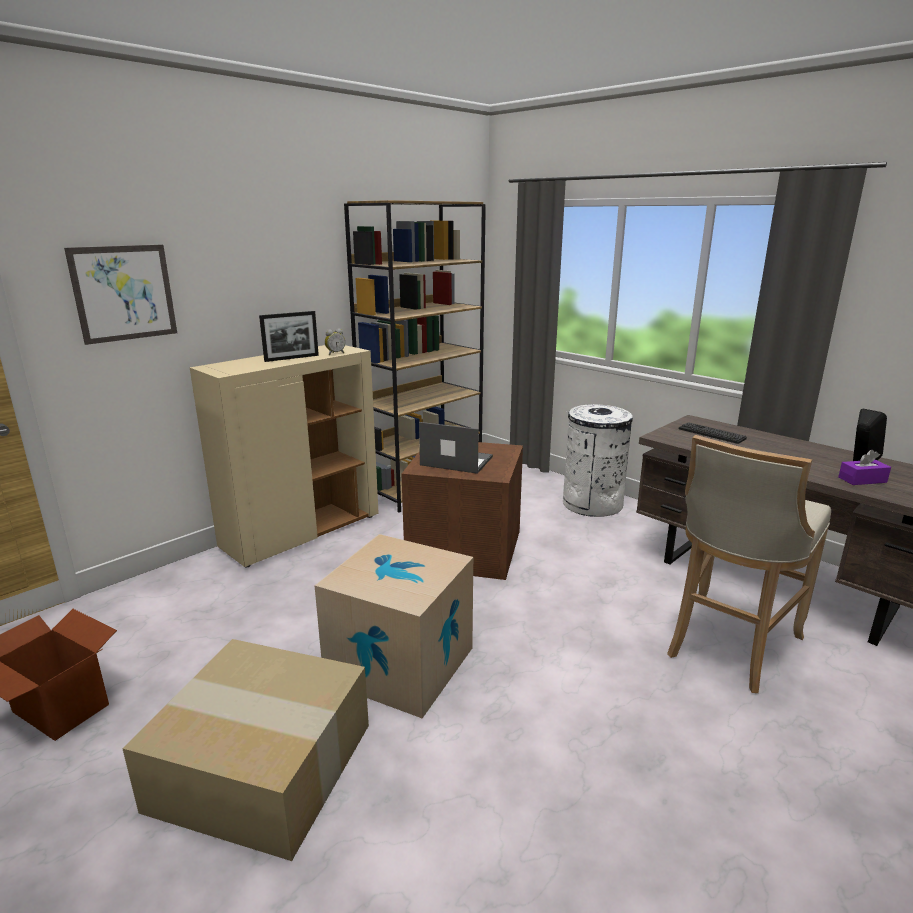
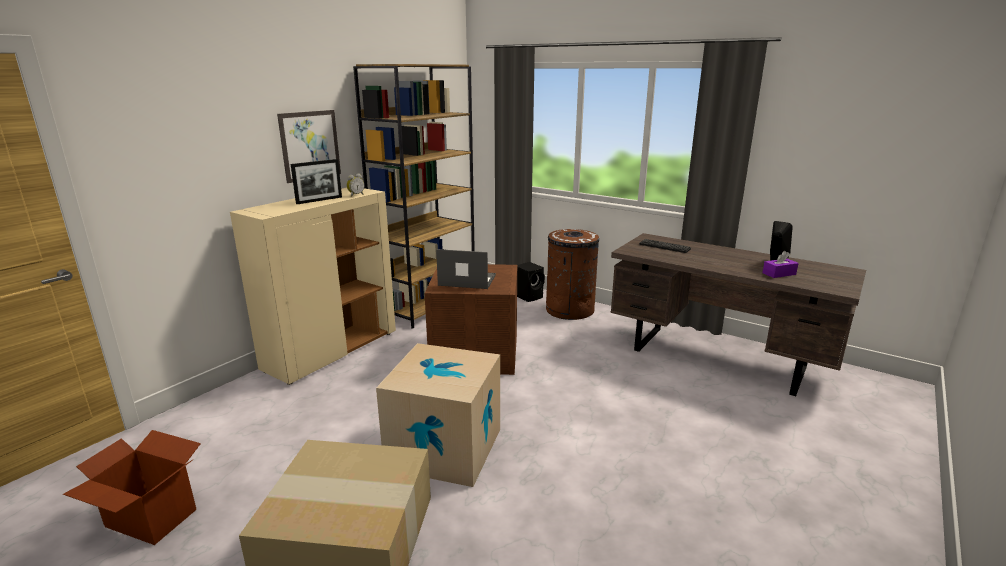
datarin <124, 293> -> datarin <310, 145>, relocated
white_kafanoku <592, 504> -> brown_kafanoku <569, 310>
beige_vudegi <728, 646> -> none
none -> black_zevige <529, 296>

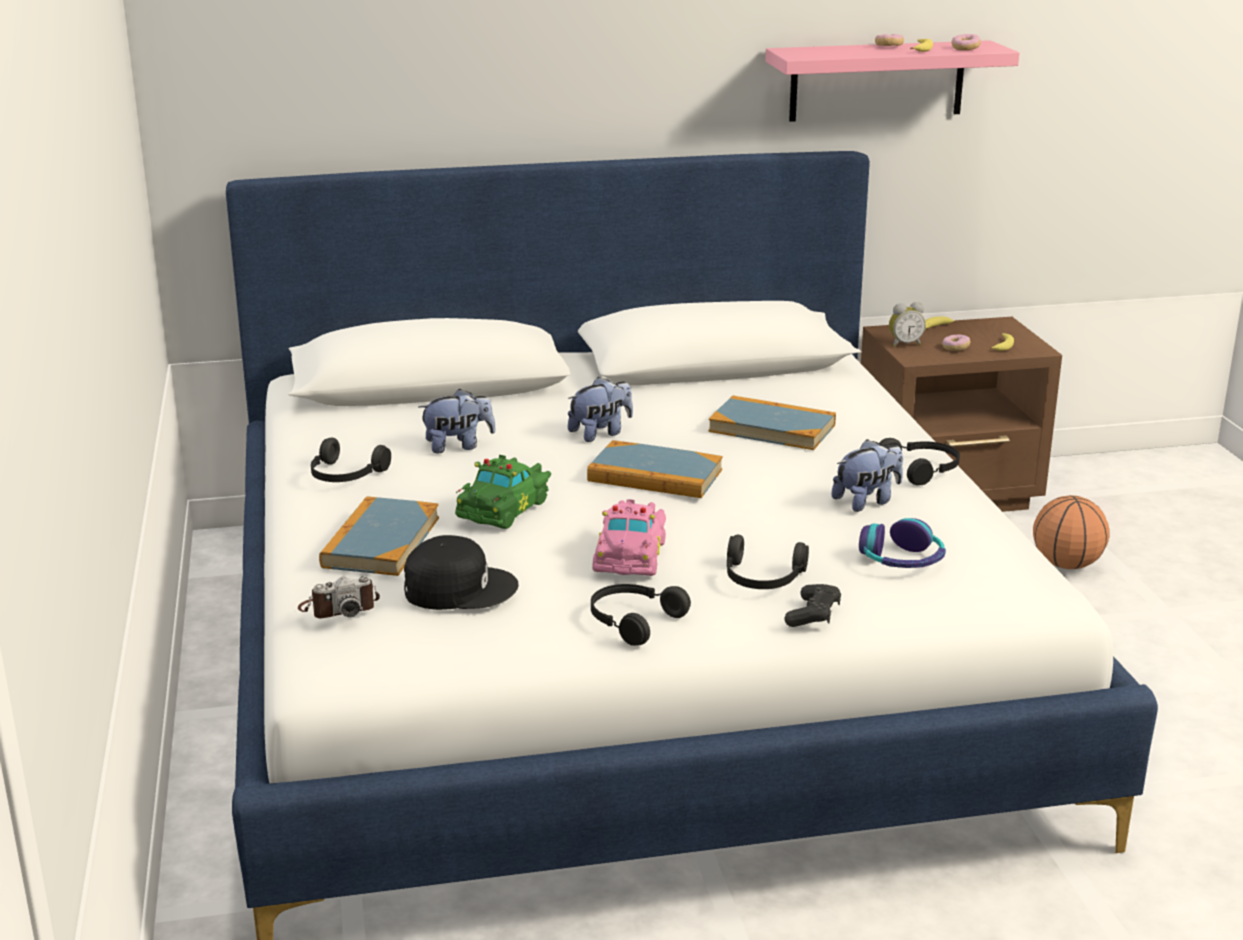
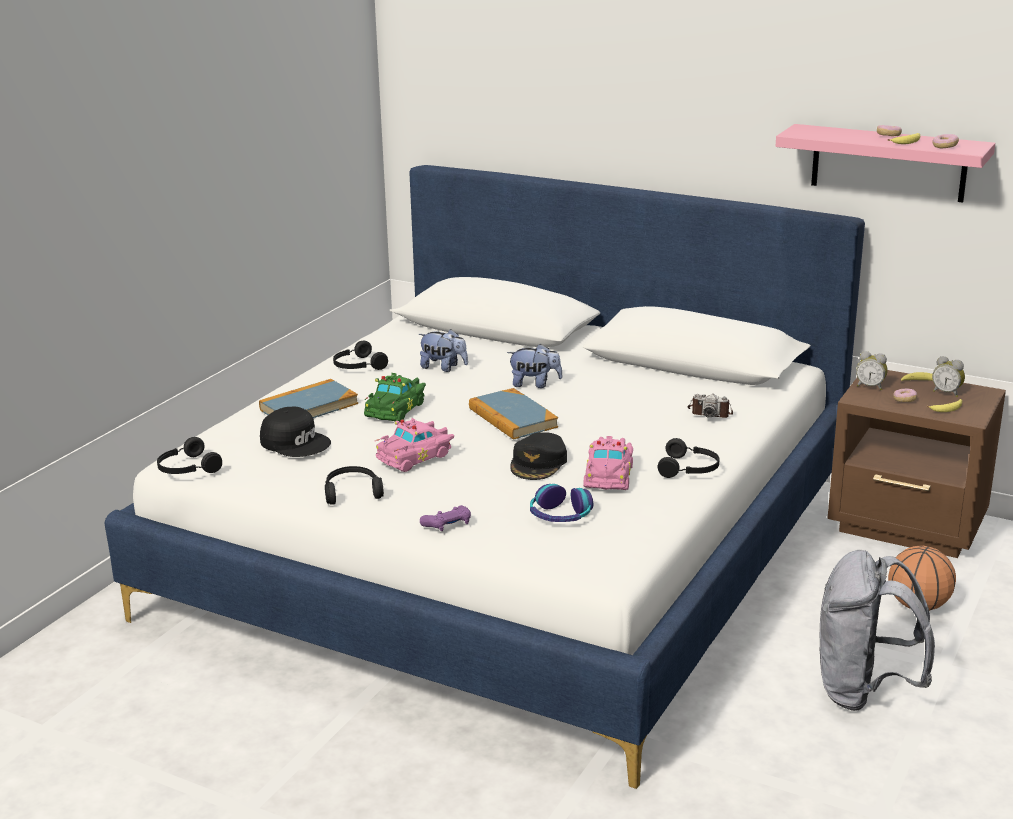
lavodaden <339, 608> -> lavodaden <710, 413>, relocated
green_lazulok <505, 508> -> green_lazulok <396, 409>, 45 degrees counterclockwise
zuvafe <772, 428> -> none
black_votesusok <762, 579> -> black_votesusok <187, 469>, relocated
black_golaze <813, 615> -> purple_golaze <447, 525>
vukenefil <867, 501> -> pink_lazulok <609, 475>
none -> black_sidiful <539, 463>
none -> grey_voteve <864, 691>
none -> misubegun <947, 393>

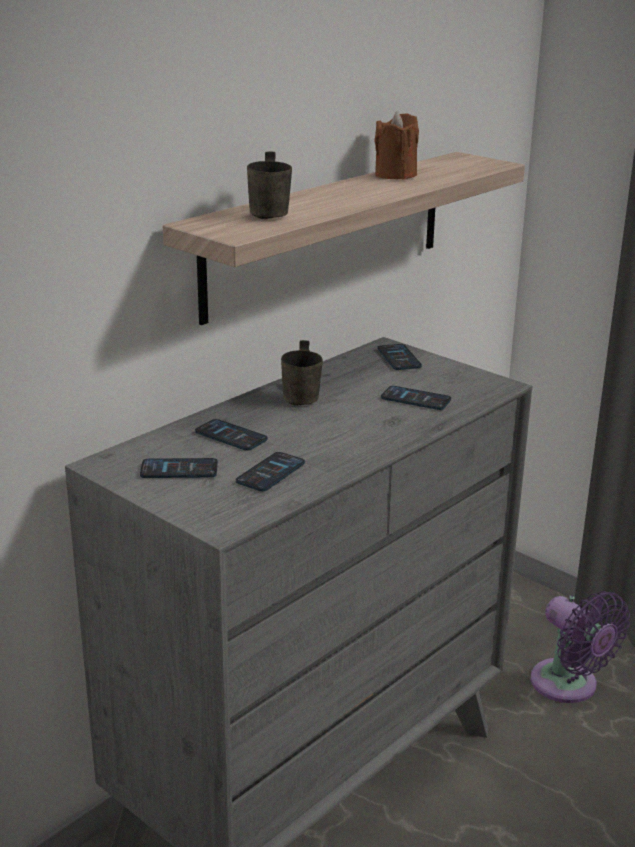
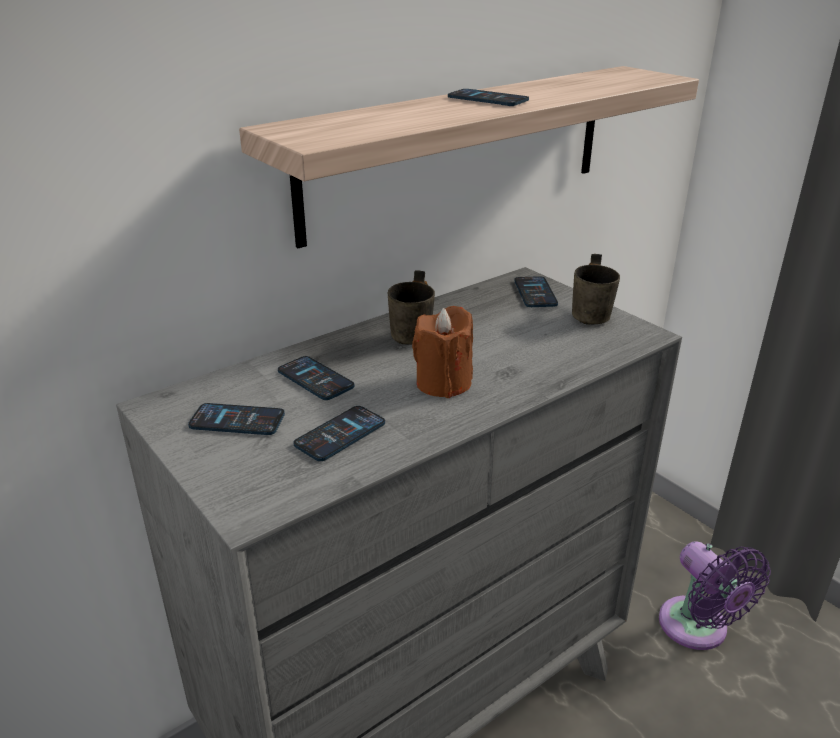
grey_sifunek <274, 213> -> grey_sifunek <595, 314>, relocated
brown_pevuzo <395, 175> -> brown_pevuzo <443, 383>, relocated
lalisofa <415, 399> -> lalisofa <487, 99>, relocated

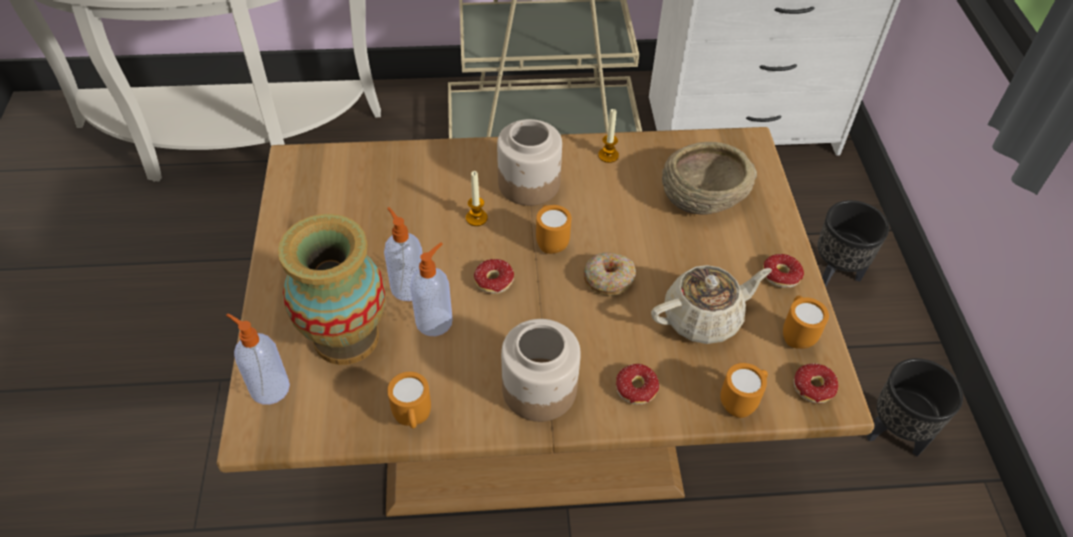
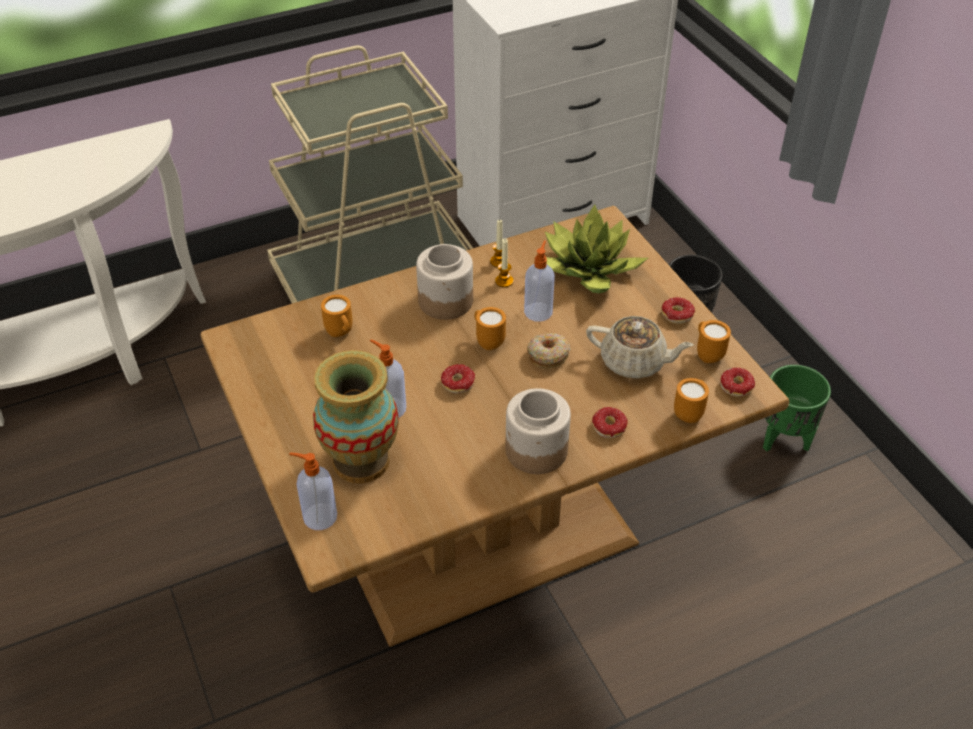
orange_sifunek <413, 420> -> orange_sifunek <341, 334>, relocated
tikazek <435, 321> -> tikazek <538, 311>, relocated
pevuzo <476, 218> -> pevuzo <504, 281>, relocated
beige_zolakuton <703, 318> -> beige_zolakuton <634, 362>, 60 degrees clockwise
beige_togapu <703, 193> -> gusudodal <589, 270>
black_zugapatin <894, 433> -> green_zugapatin <784, 439>

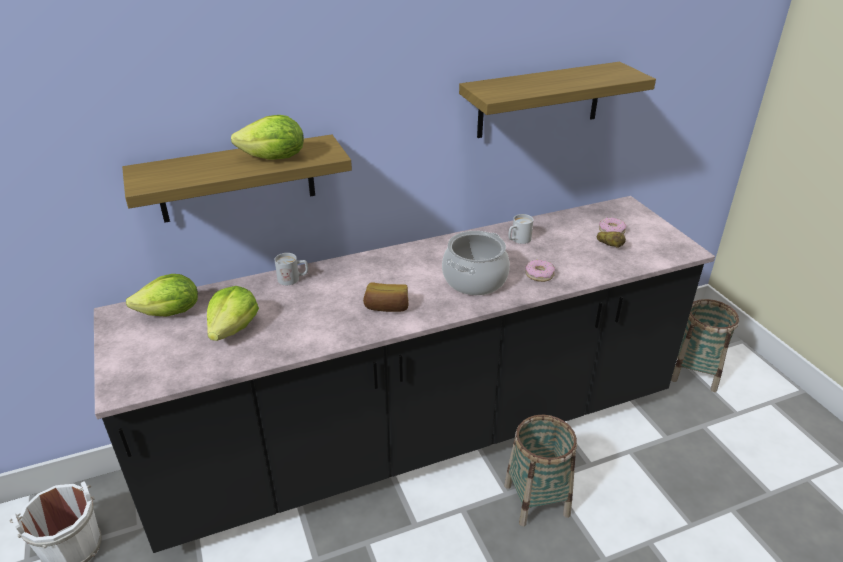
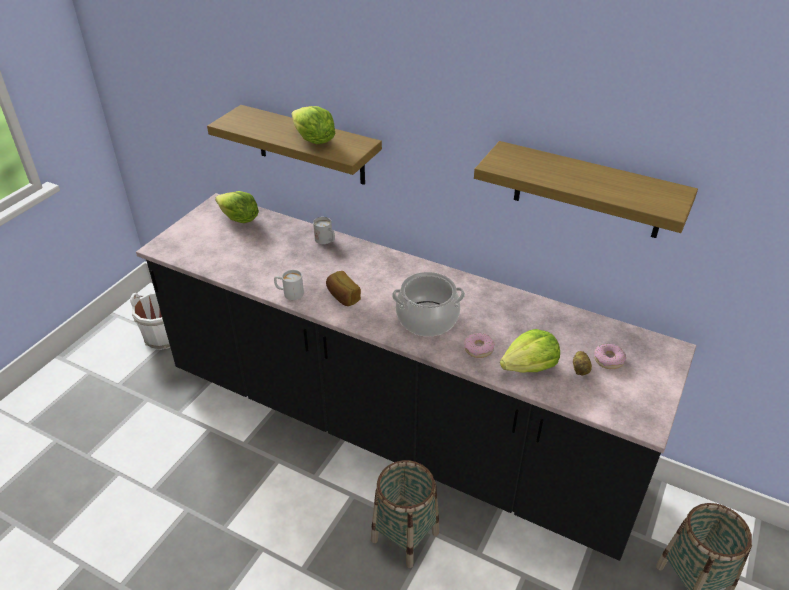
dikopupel <233, 328> -> dikopupel <529, 366>, relocated
white_sifunek <518, 240> -> white_sifunek <289, 293>, relocated

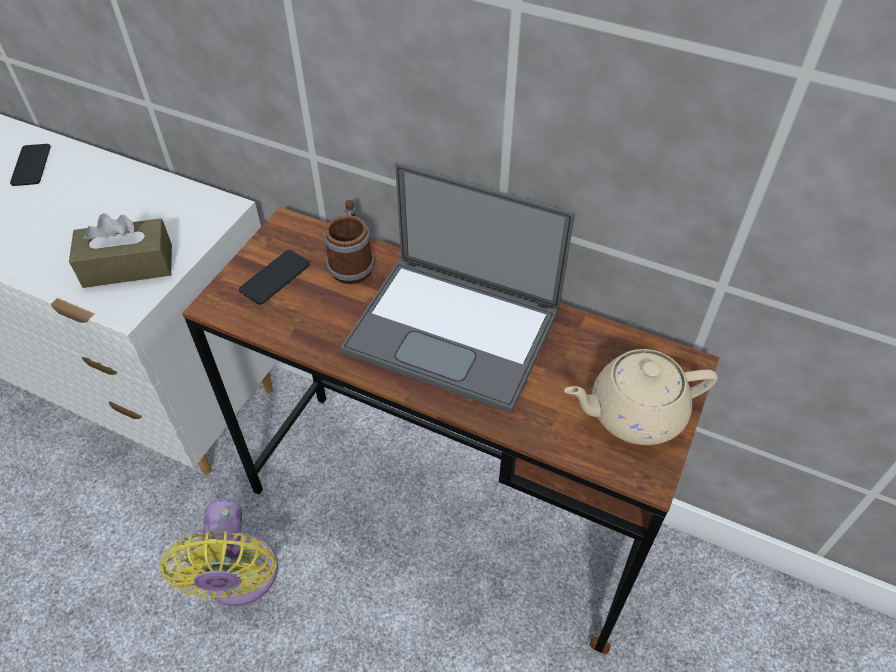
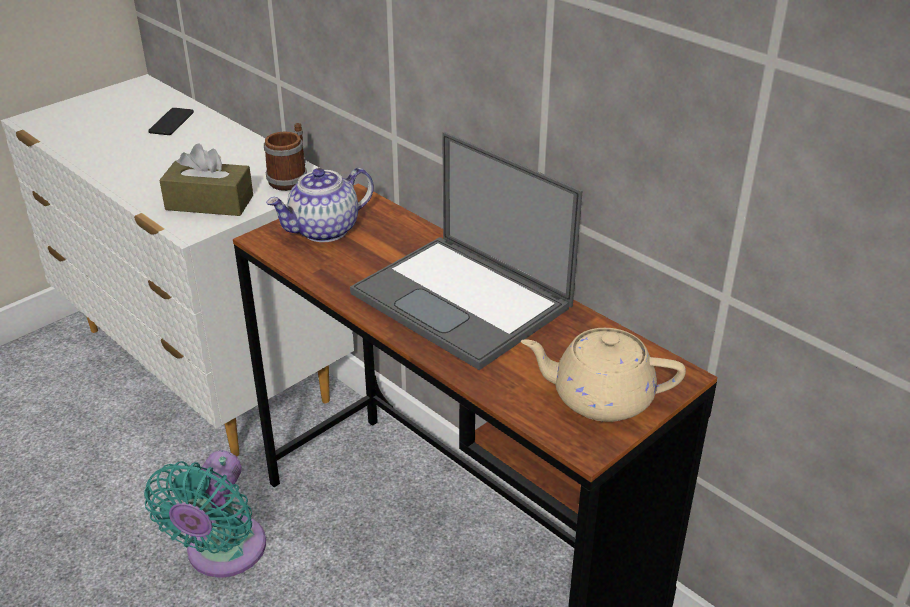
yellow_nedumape <240, 579> -> turquoise_nedumape <222, 554>
lalisofa <275, 277> -> zolakuton <324, 230>
sifunek <352, 262> -> sifunek <291, 178>, relocated

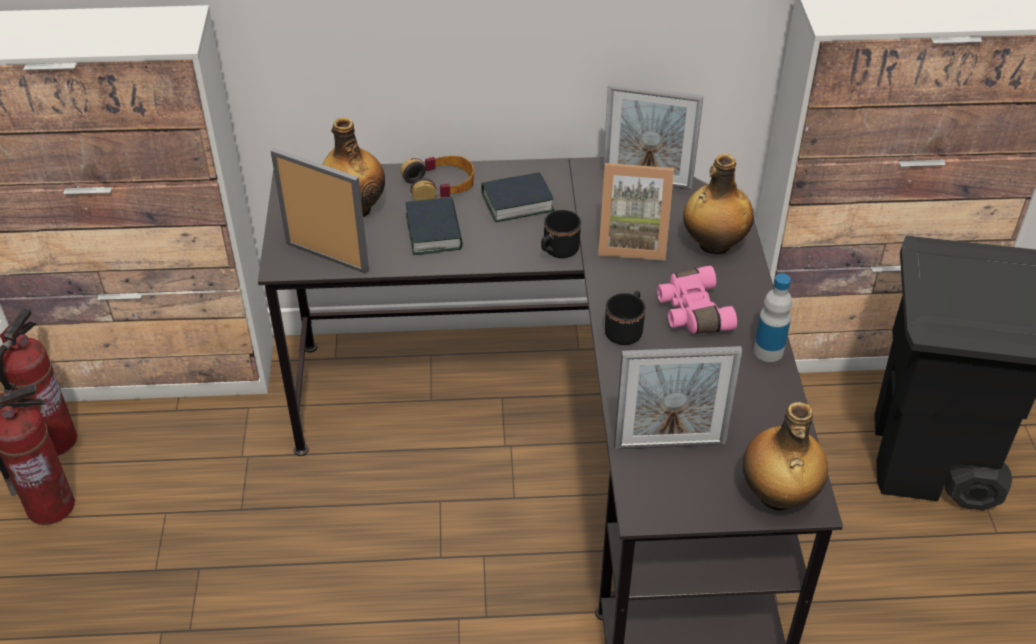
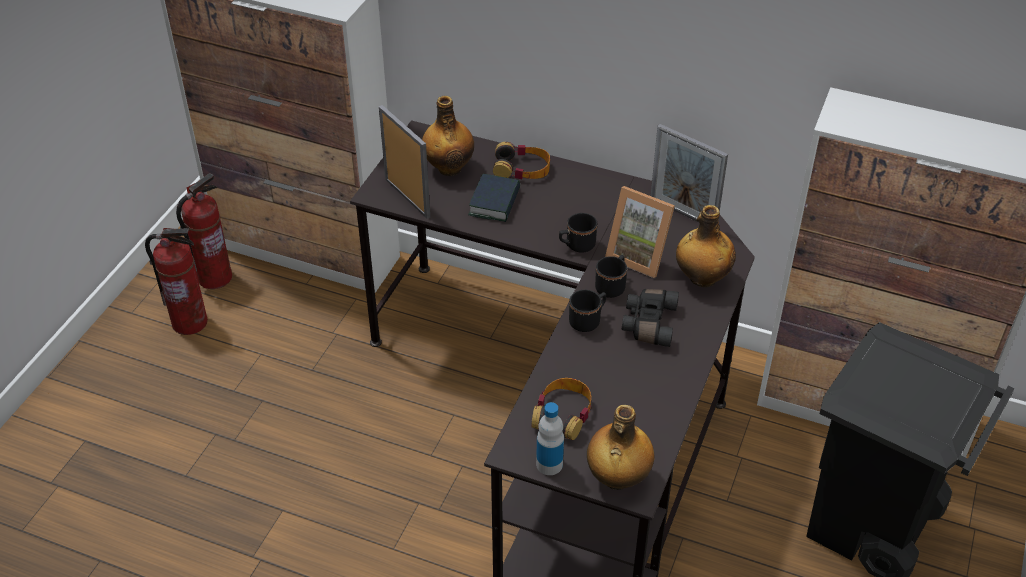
zuvafe <517, 203> -> none
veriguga <669, 445> -> votesusok <563, 414>
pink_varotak <691, 312> -> black_varotak <648, 323>
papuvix <768, 351> -> papuvix <549, 464>, relocated
none -> black_sifunek <612, 286>

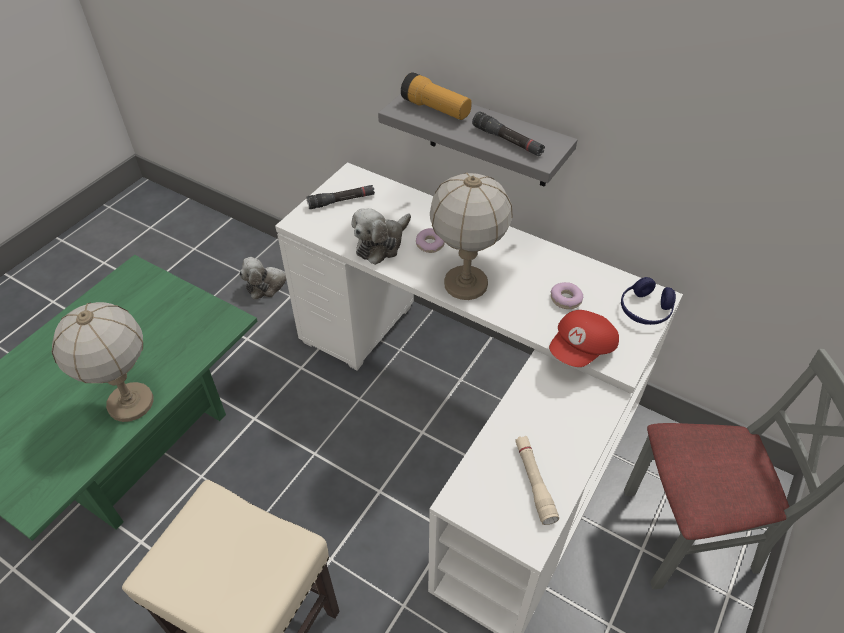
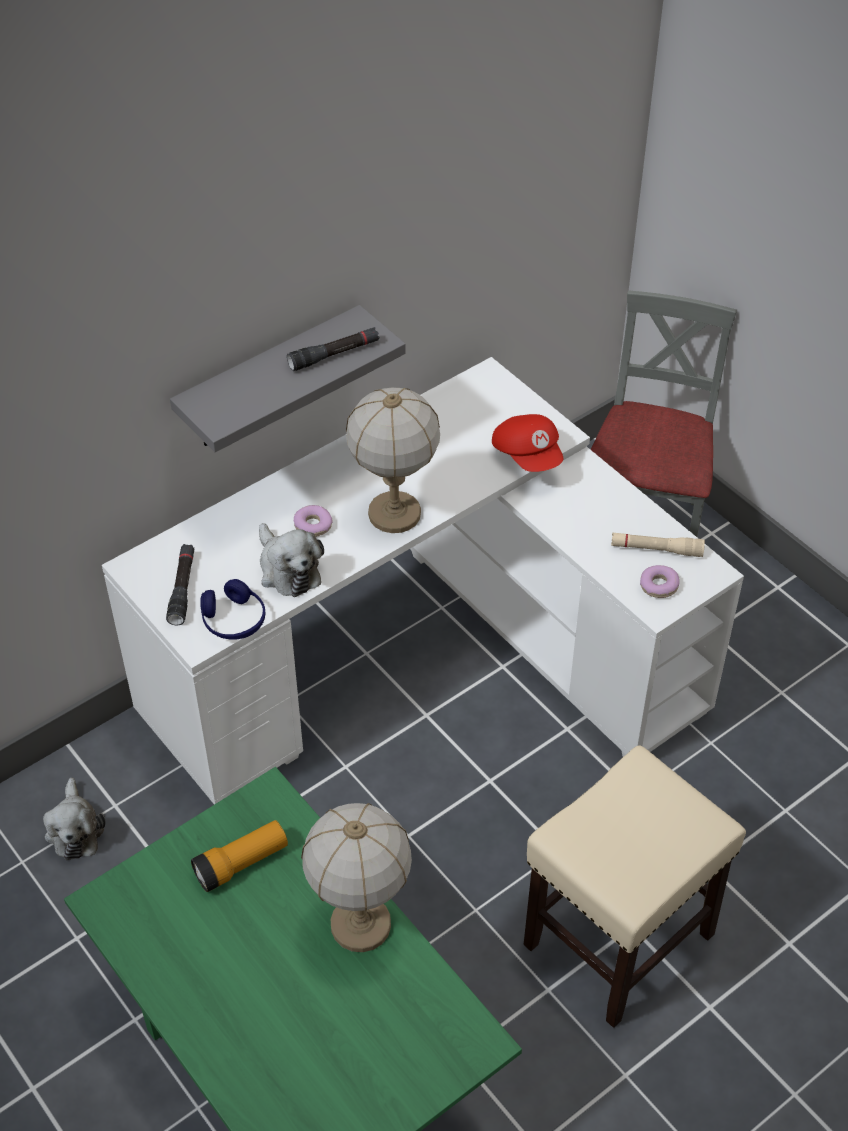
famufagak <436, 109> -> famufagak <241, 863>, relocated
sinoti <565, 299> -> sinoti <658, 586>, relocated
blue_votesusok <645, 310> -> blue_votesusok <233, 620>, relocated

